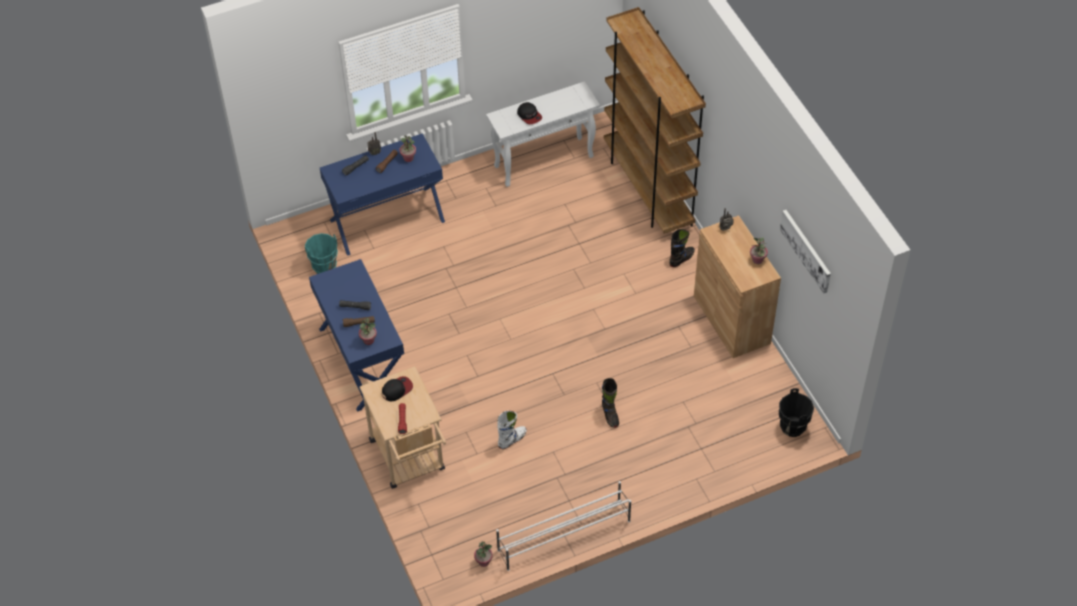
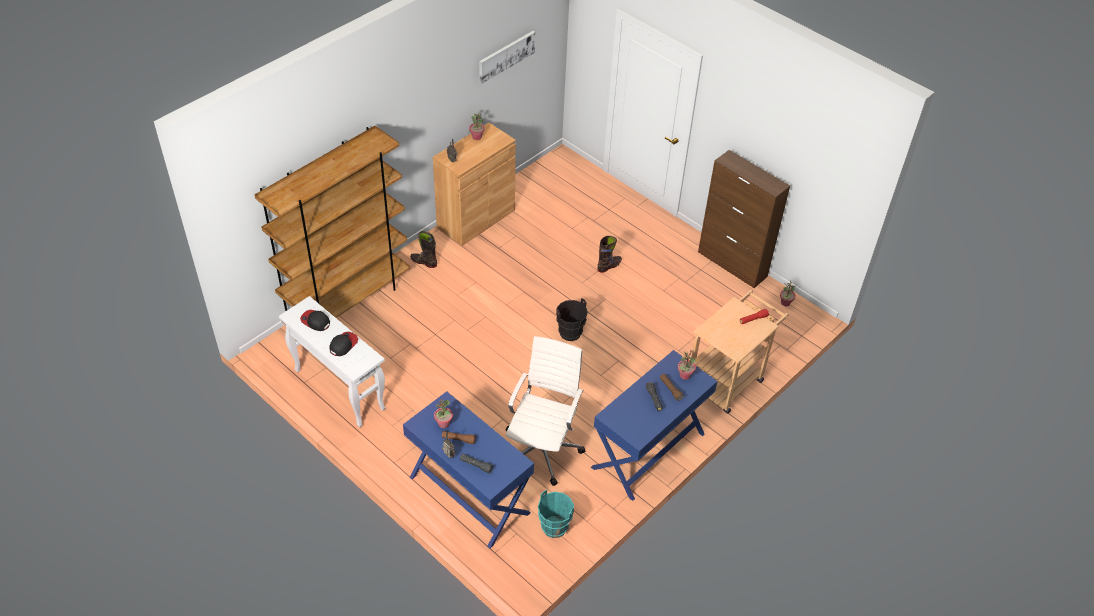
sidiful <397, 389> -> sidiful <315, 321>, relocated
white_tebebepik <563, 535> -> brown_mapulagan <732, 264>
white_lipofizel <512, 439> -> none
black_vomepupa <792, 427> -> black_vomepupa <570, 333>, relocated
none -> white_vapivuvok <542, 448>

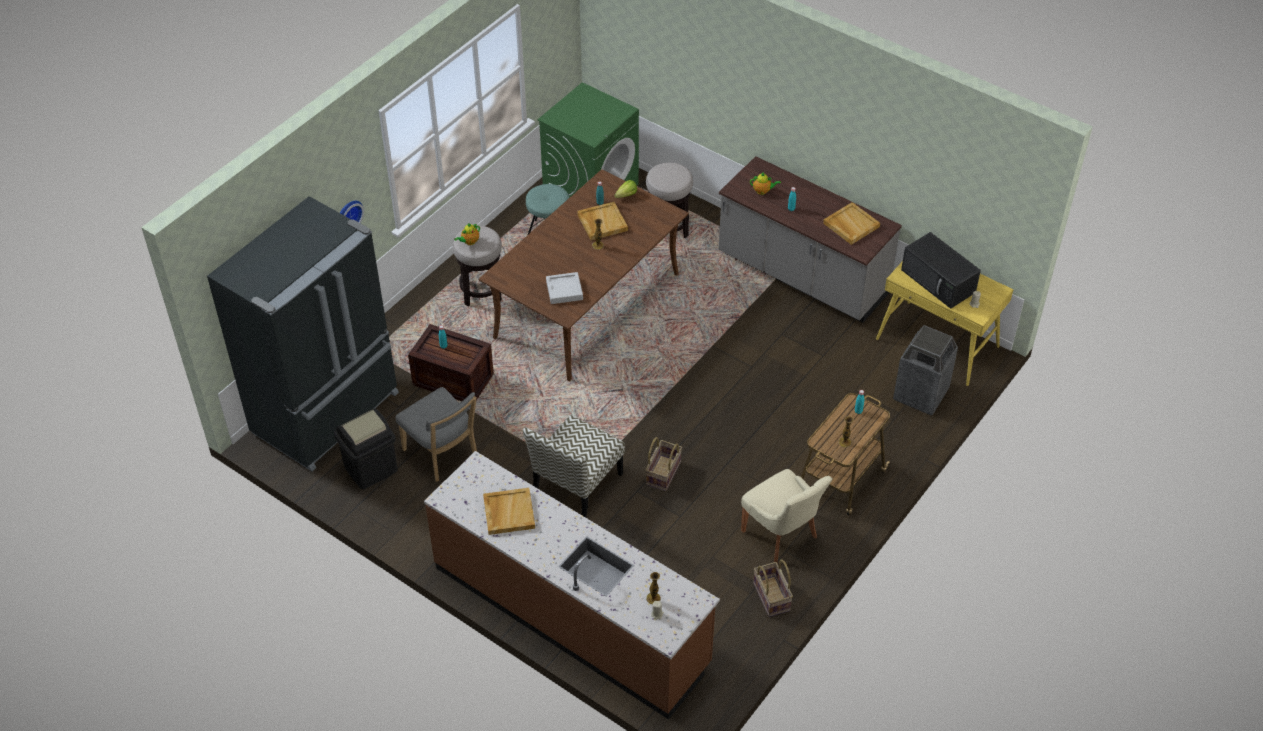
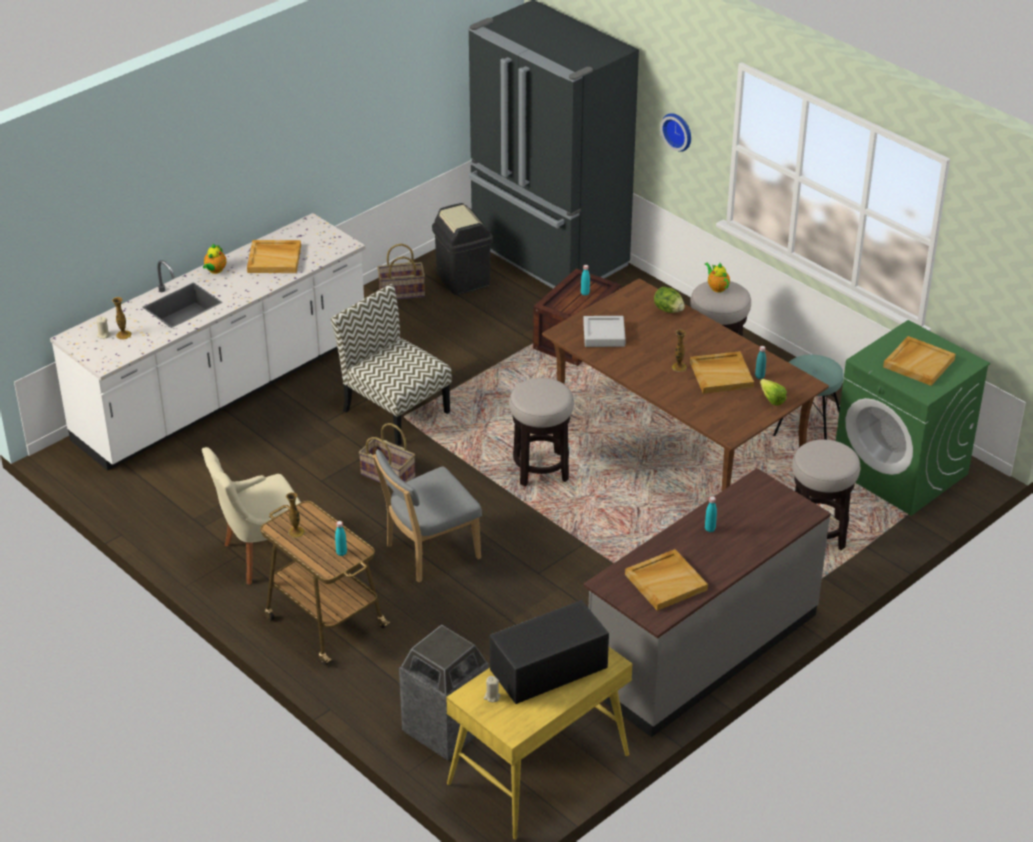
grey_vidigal <442, 455> -> grey_vidigal <428, 553>, relocated
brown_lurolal <571, 615> -> white_lurolal <224, 391>
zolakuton <763, 191> -> zolakuton <215, 270>, relocated
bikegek <772, 597> -> bikegek <401, 293>, relocated
none -> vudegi <540, 469>
none -> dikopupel <668, 310>
none -> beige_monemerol <918, 363>

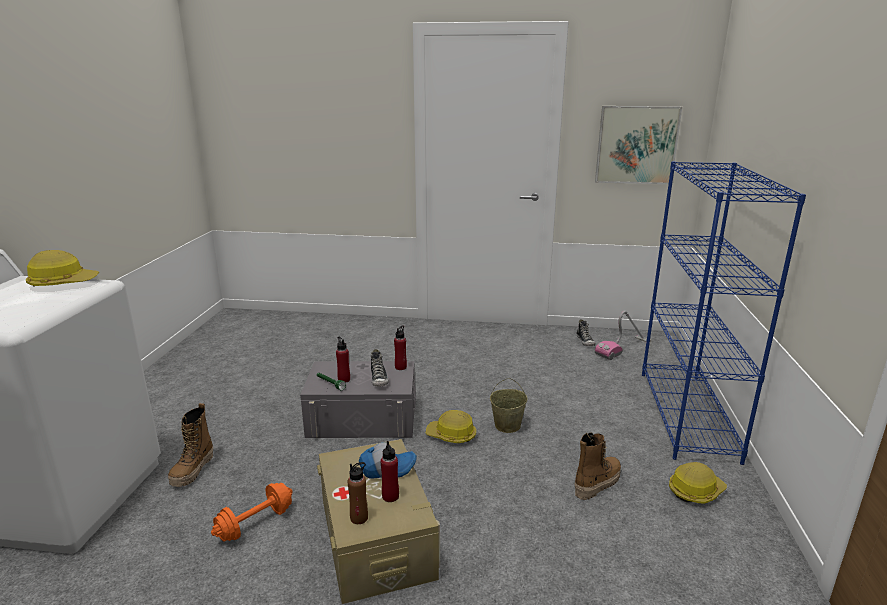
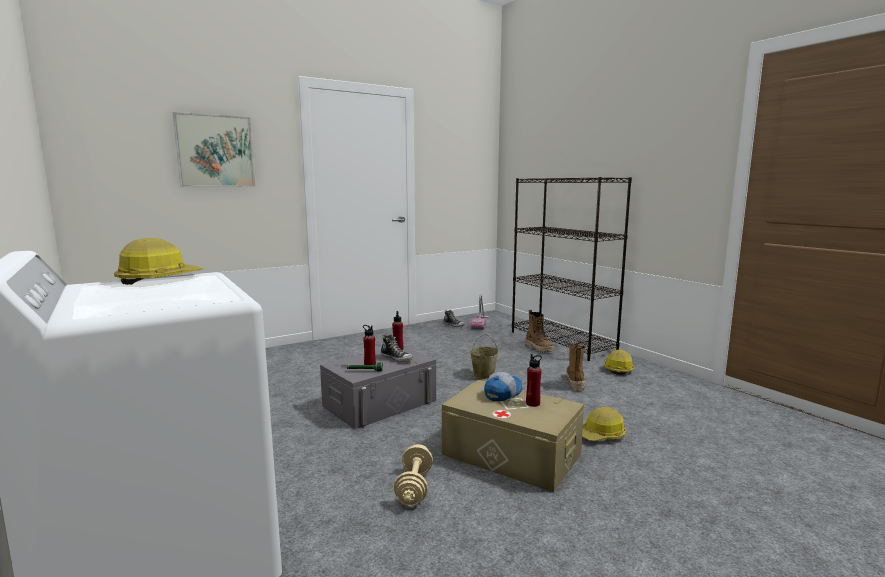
lipofizel <193, 470> -> lipofizel <539, 349>, relocated
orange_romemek <255, 523> -> beige_romemek <414, 487>
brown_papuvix <359, 518> -> none
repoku <451, 435> -> repoku <601, 435>, relocated
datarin <636, 145> -> datarin <215, 151>, relocated
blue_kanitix <687, 414> -> black_kanitix <562, 342>

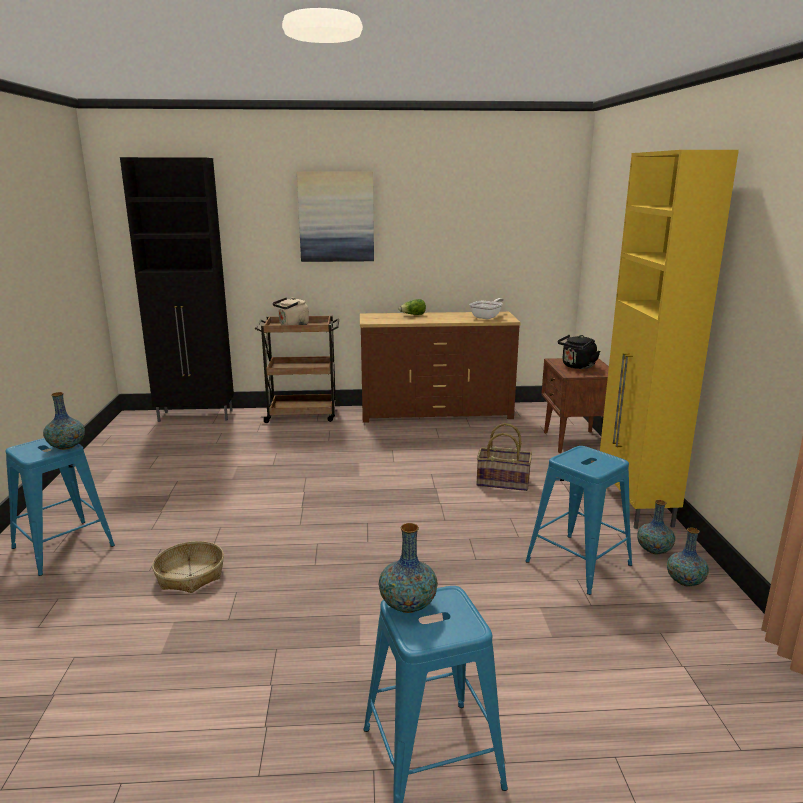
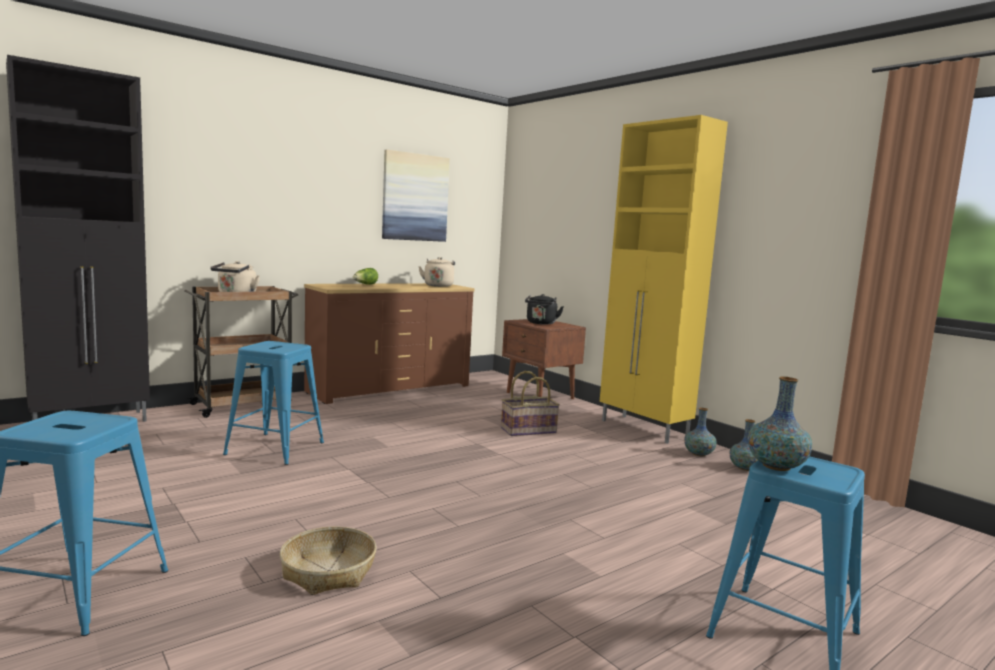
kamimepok <66, 446> -> none
datarin <336, 217> -> datarin <415, 197>, relocated
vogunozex <487, 317> -> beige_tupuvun <438, 285>
blue_vudegi <578, 563> -> blue_vudegi <275, 448>, relocated

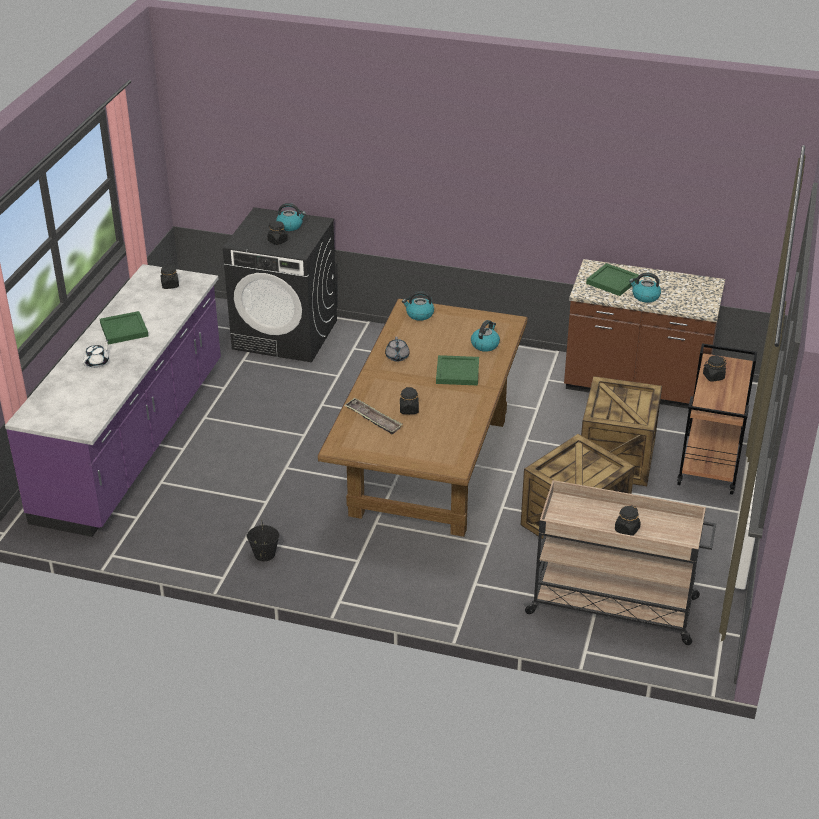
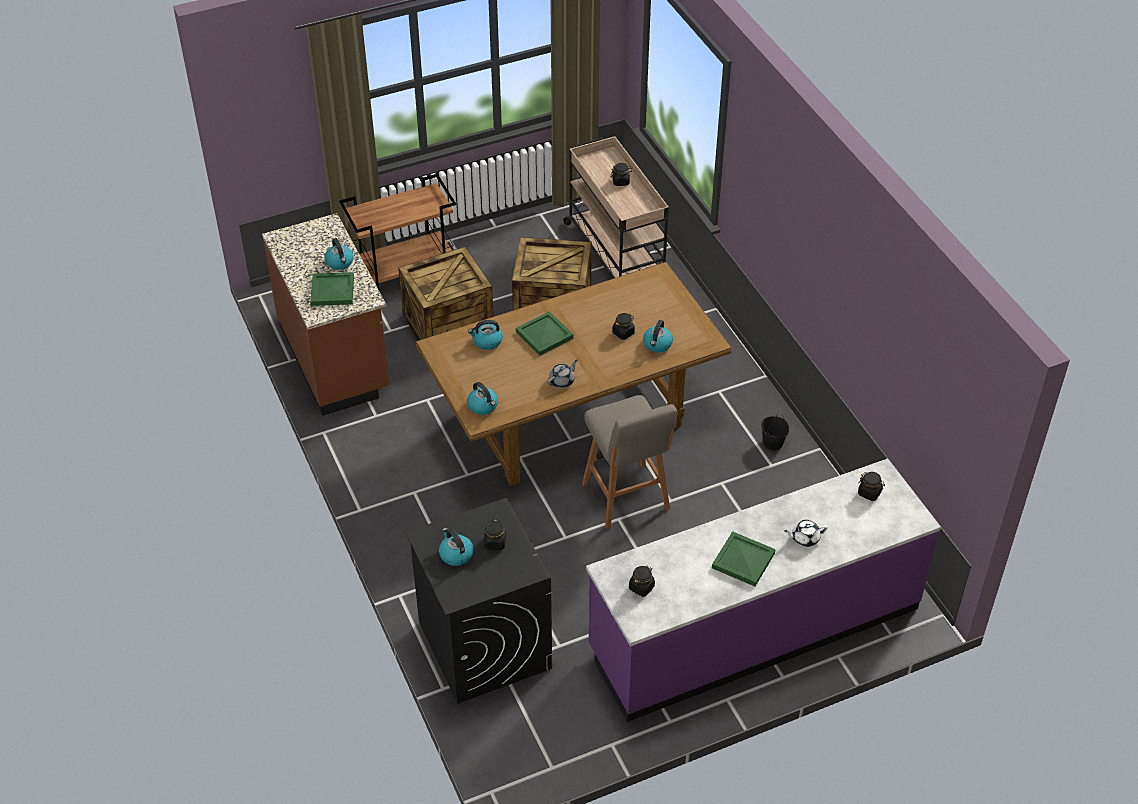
monemerol <373, 419> -> tupuvun <657, 344>
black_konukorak <713, 377> -> black_konukorak <869, 493>, relocated
none -> grey_vudegi <627, 499>

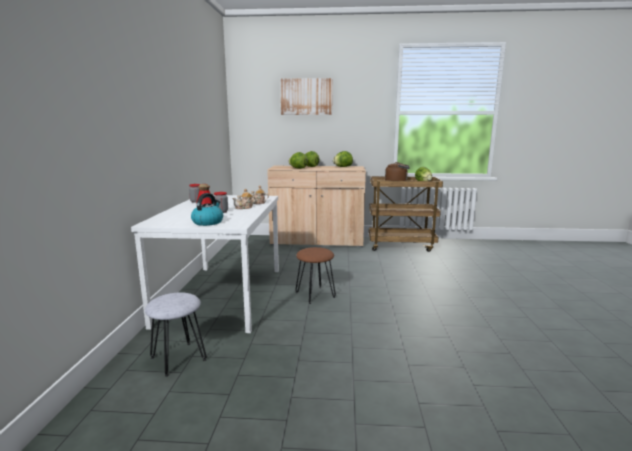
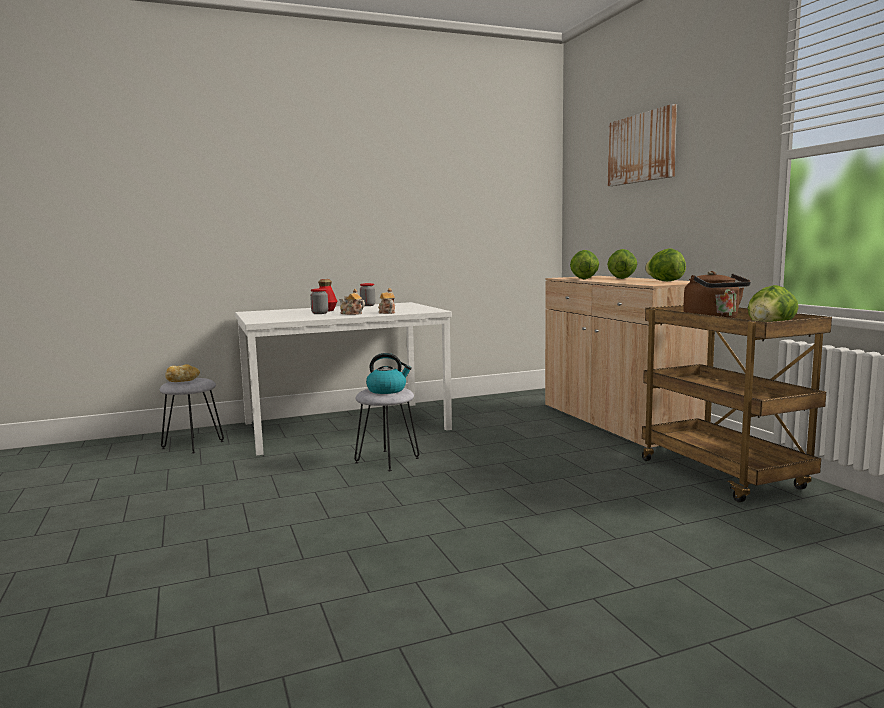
tupuvun <208, 222> -> tupuvun <387, 390>, relocated
brown_vudegi <315, 295> -> grey_vudegi <386, 460>
none -> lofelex <182, 381>

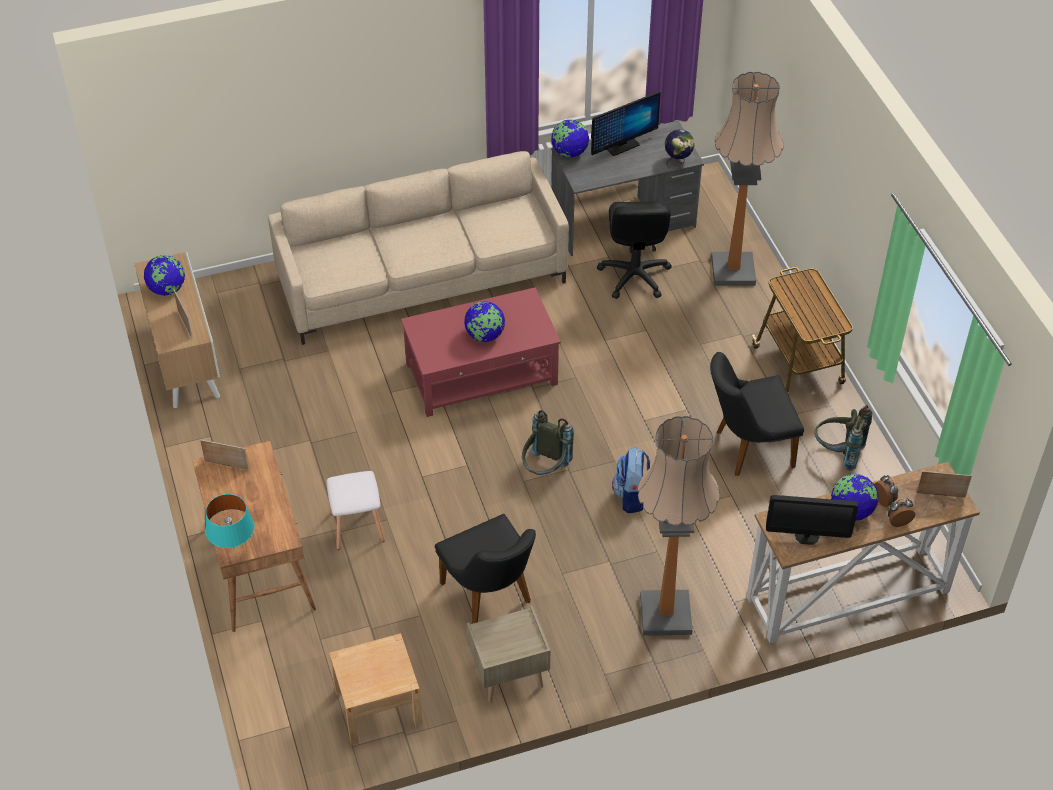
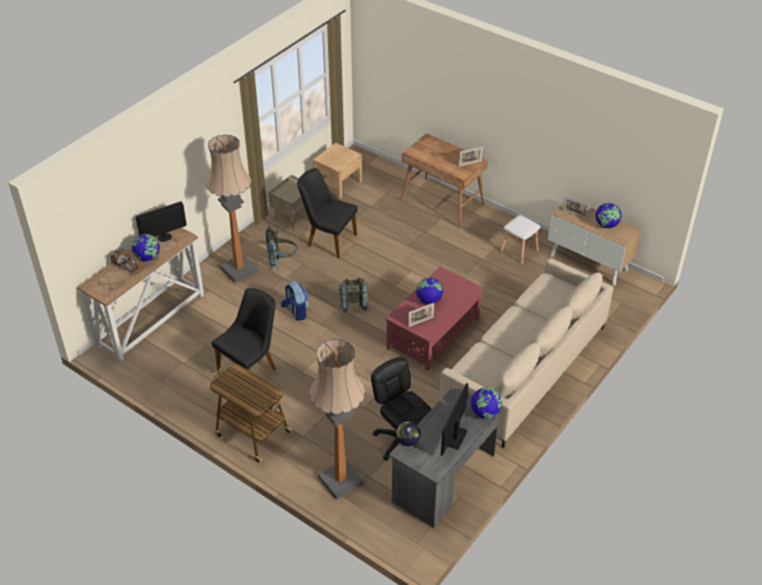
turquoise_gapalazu <234, 547> -> none
white_vudegi <358, 527> -> white_vudegi <518, 251>, relocated
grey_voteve <838, 453> -> grey_voteve <282, 260>, relocated
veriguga <940, 495> -> veriguga <421, 322>, relocated

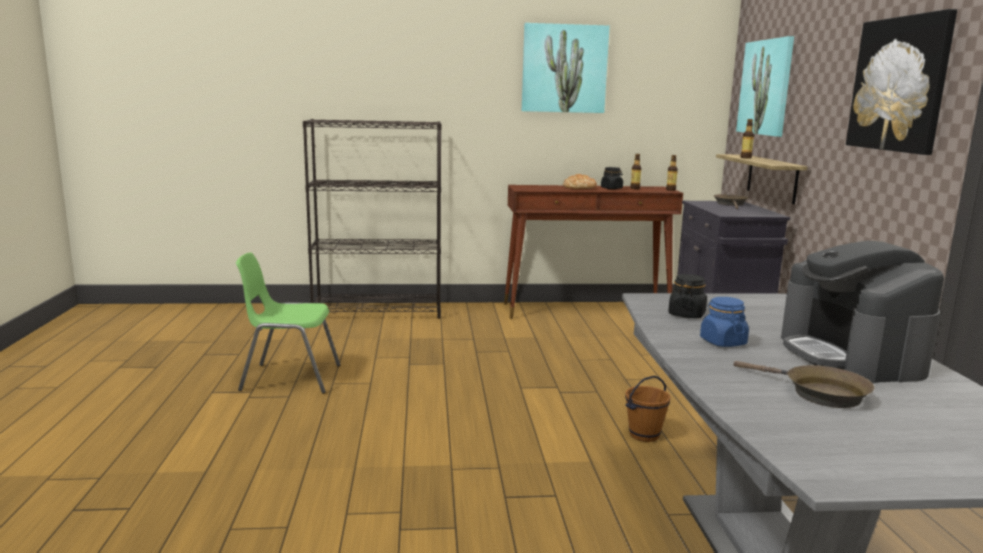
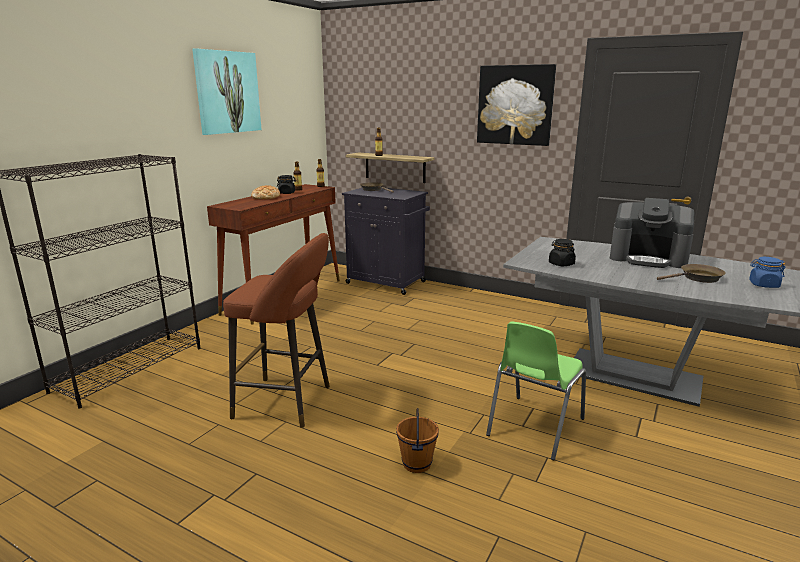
green_vidigal <289, 378> -> green_vidigal <533, 427>, relocated
brown_vomepupa <644, 435> -> brown_vomepupa <416, 464>, relocated
blue_konukorak <722, 342> -> blue_konukorak <763, 285>, relocated
datarin <765, 87> -> none
none -> brown_vudegi <288, 402>

